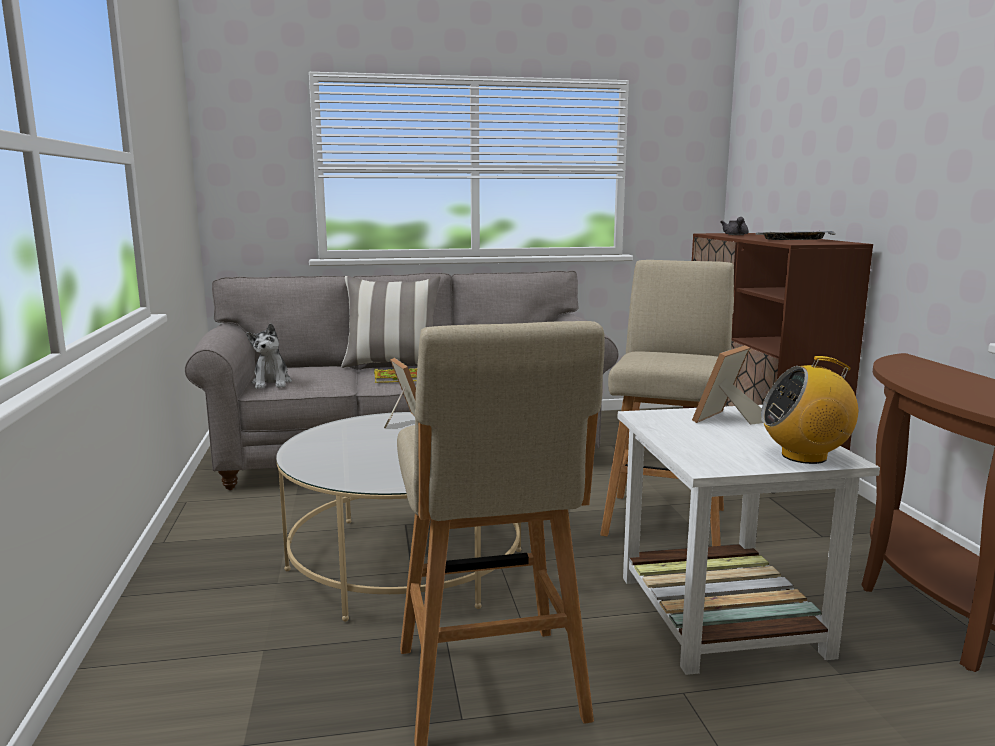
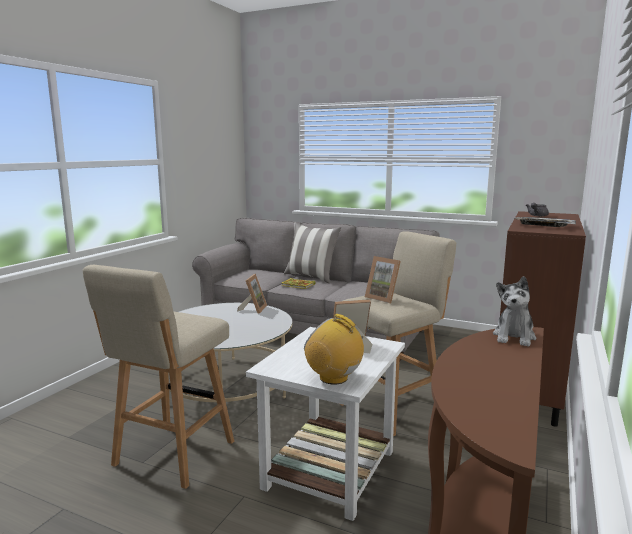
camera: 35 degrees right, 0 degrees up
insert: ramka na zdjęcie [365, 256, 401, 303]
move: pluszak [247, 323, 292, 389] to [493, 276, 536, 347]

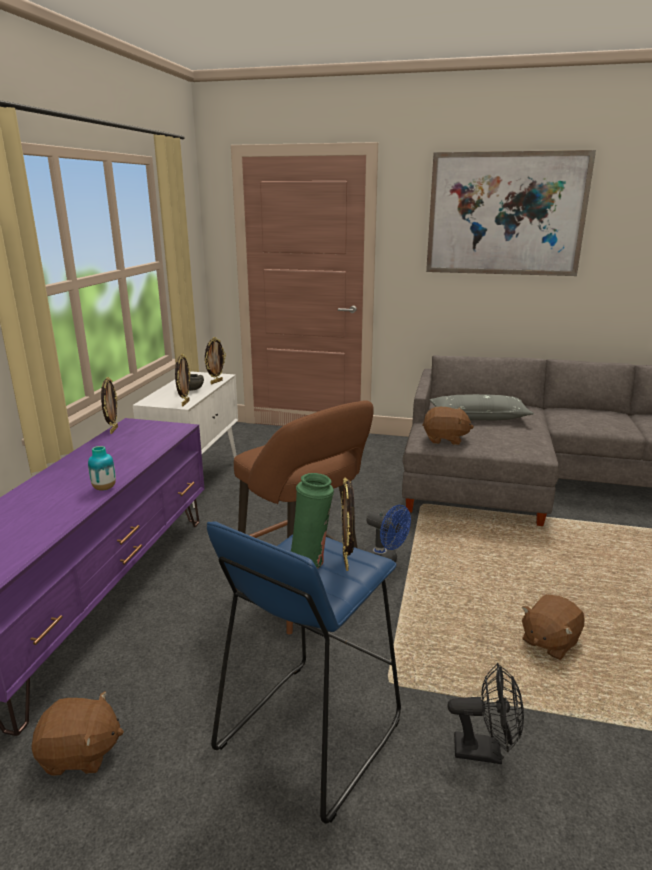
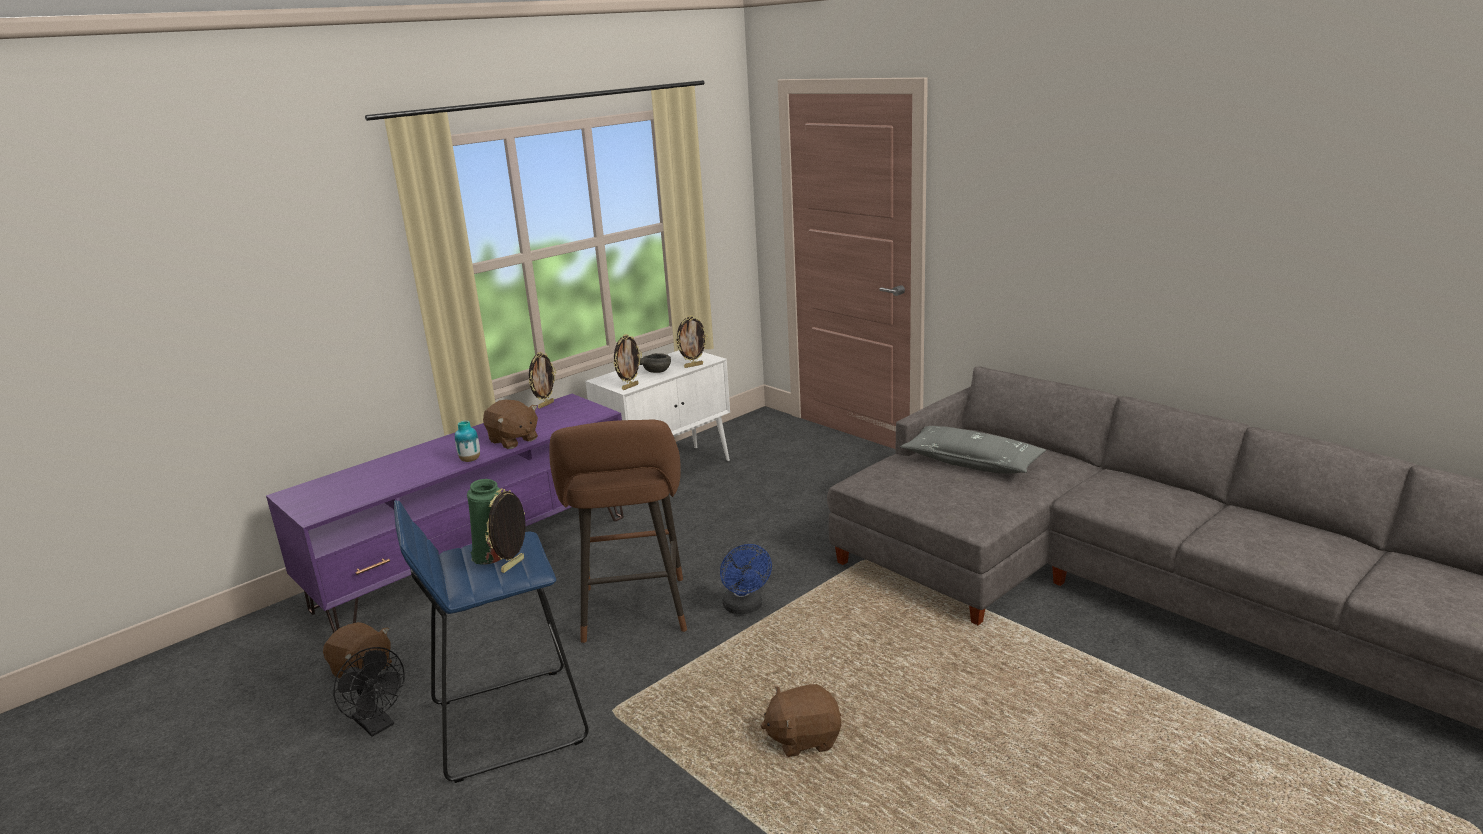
camera: 35 degrees right, 0 degrees up
delete: obraz [426, 150, 596, 276]
move: pluszak/brązowy [422, 407, 474, 445] to [483, 399, 538, 449]; wentylator/czarny [448, 663, 524, 764] to [333, 647, 405, 736]

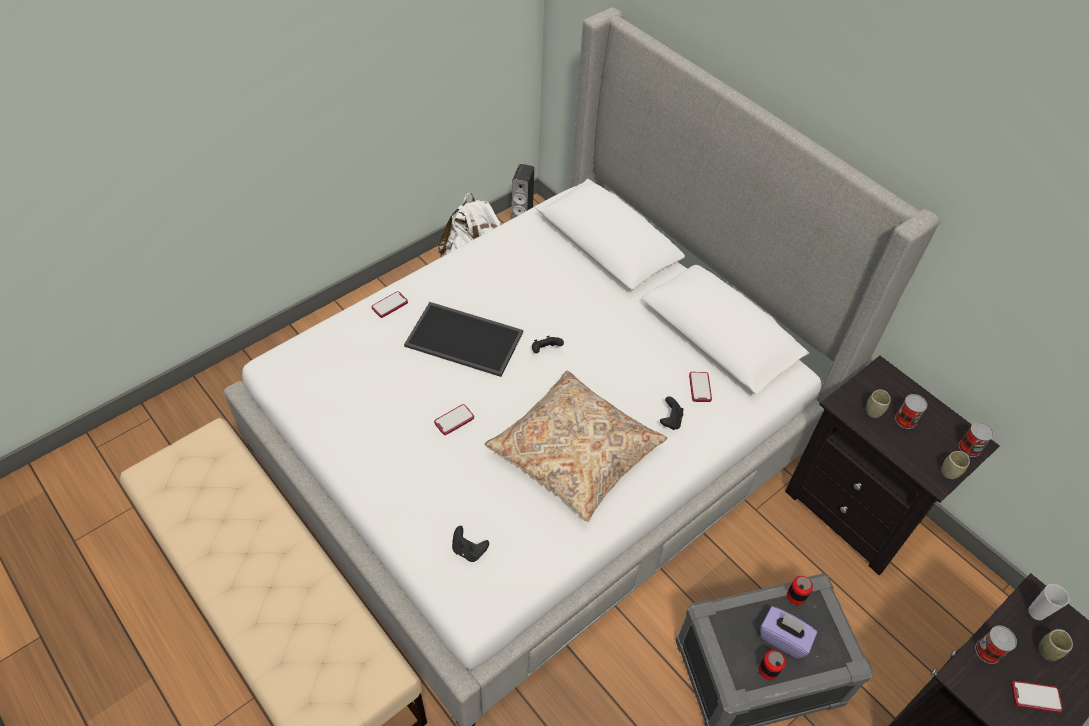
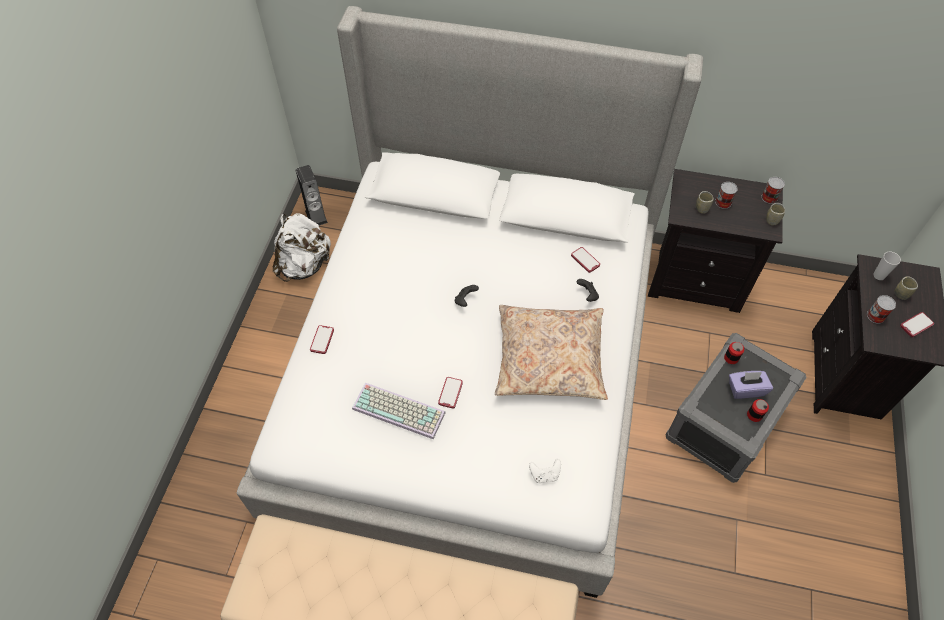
camera: 35 degrees left, 5 degrees up
delete: taca [404, 302, 523, 377]
insert: klawiatura [352, 383, 446, 439]
recolor: pad do gier/czarny [452, 526, 489, 562] to pad do gier/biały [529, 458, 561, 483]

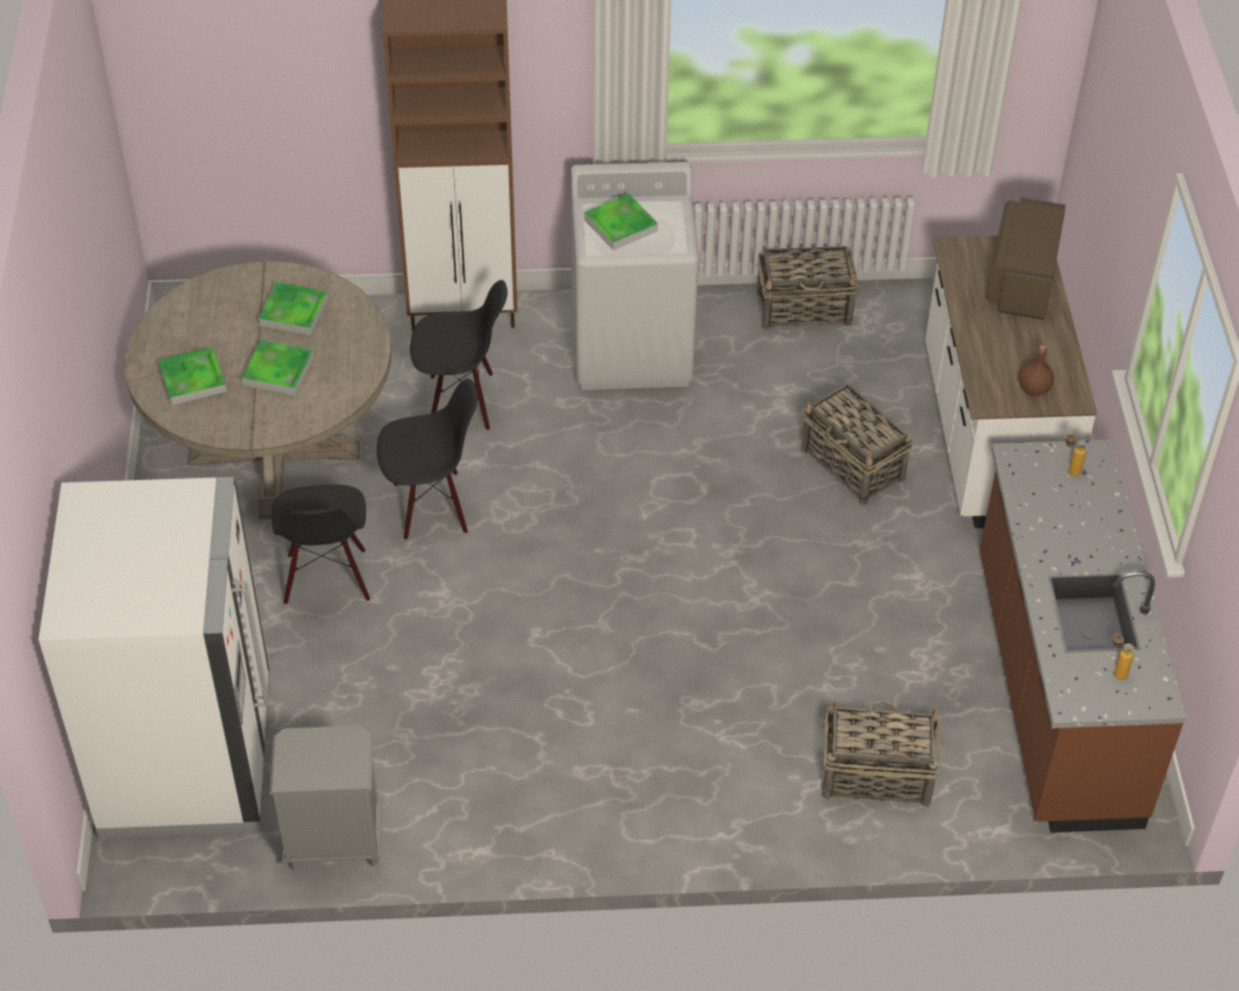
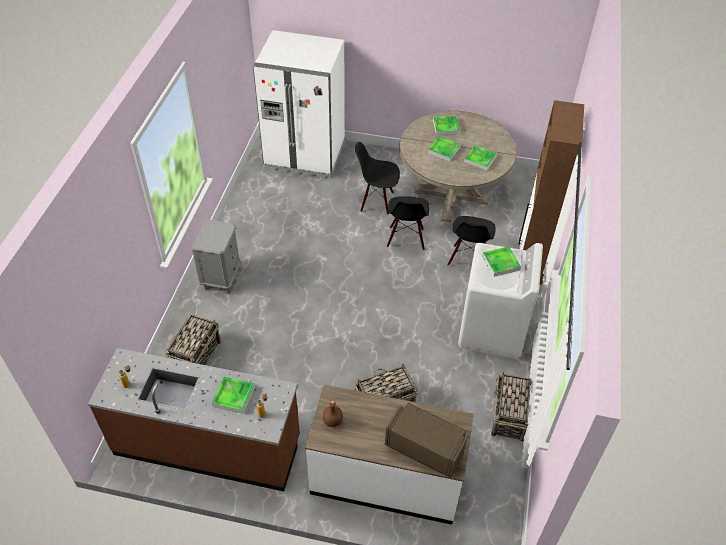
camera: 105 degrees right, 0 degrees up
insert: taca [212, 376, 255, 414]
move: szafka nocna/szary [269, 726, 382, 870] to [192, 219, 241, 294]

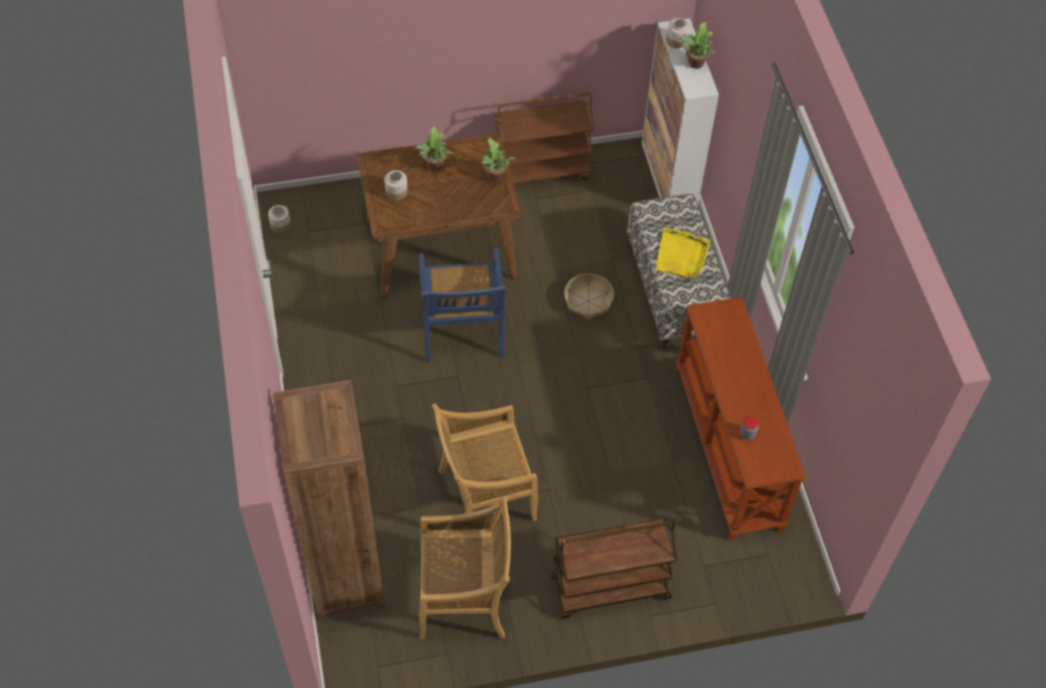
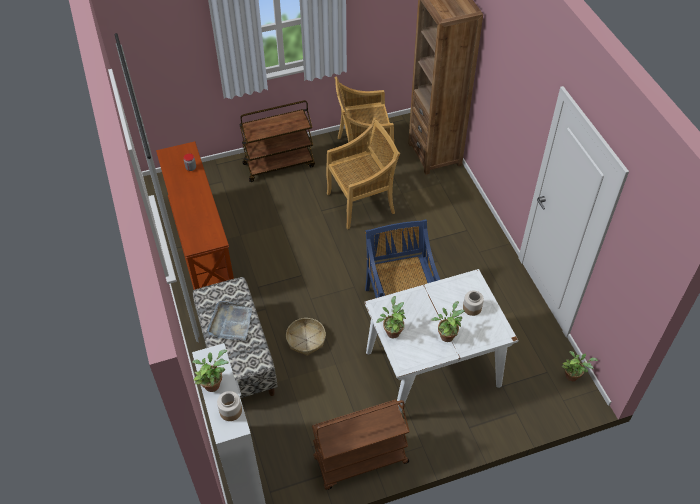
camera: 175 degrees right, 5 degrees down
replace: słoik [268, 205, 291, 233] to roślina doniczkowa [562, 351, 598, 382]
recolor: stół jadalny/brązowy [357, 133, 522, 299] to stół jadalny/biały [364, 269, 519, 412]; taca/żółty [656, 228, 710, 279] to taca/szary [207, 301, 252, 341]

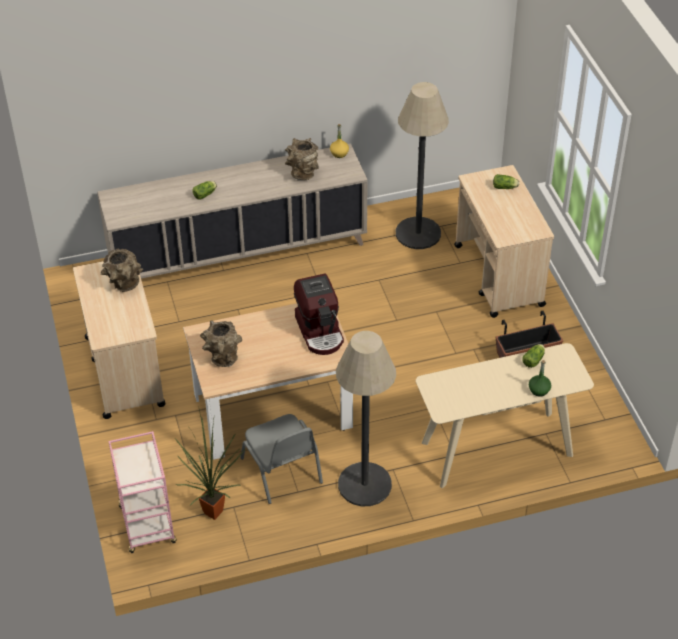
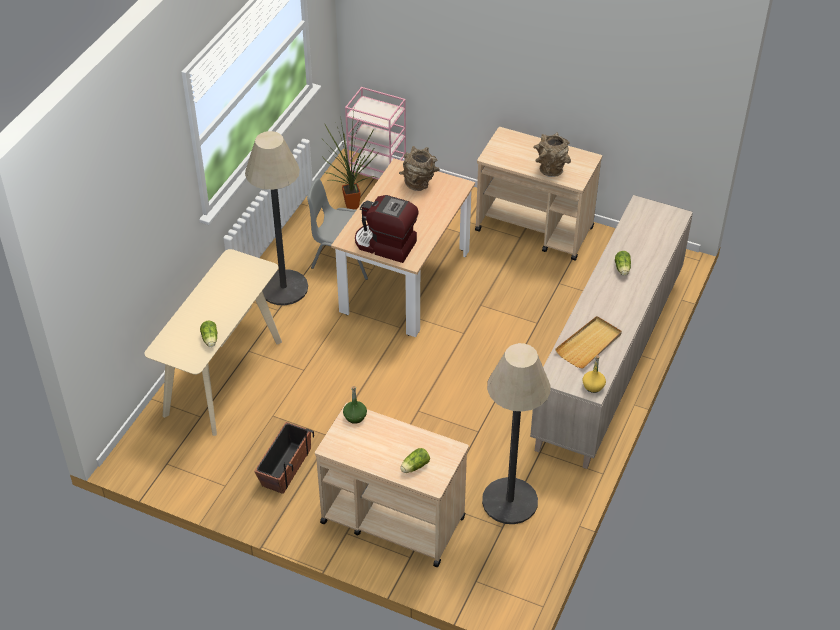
camera: 130 degrees right, 0 degrees up
move: butelka/zielony [529, 360, 551, 397] to [343, 386, 367, 424]
replace: wazon/brązowy [285, 138, 318, 181] to taca/beżowy [555, 316, 622, 368]

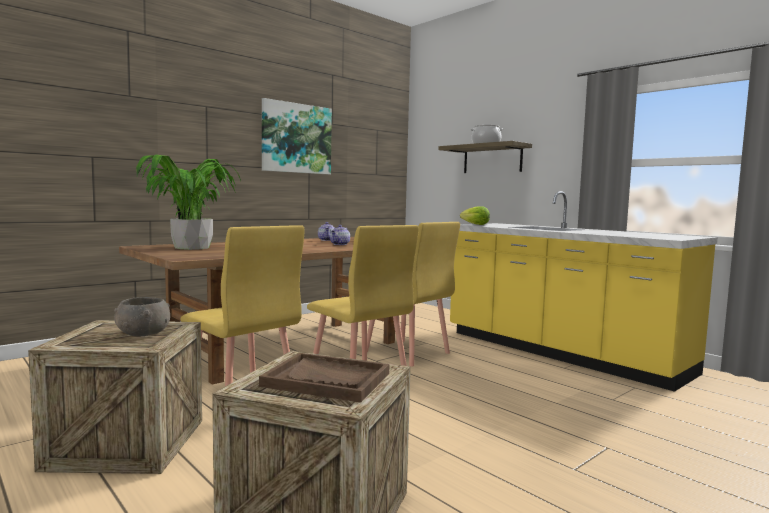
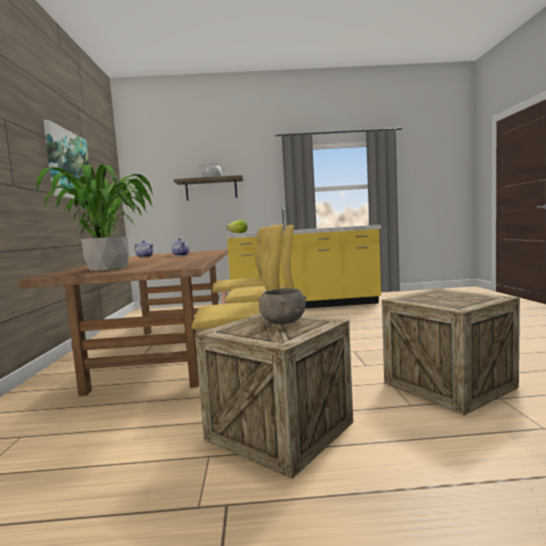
camera: 50 degrees left, 0 degrees up
delete: taca/brązowy [259, 353, 389, 403]

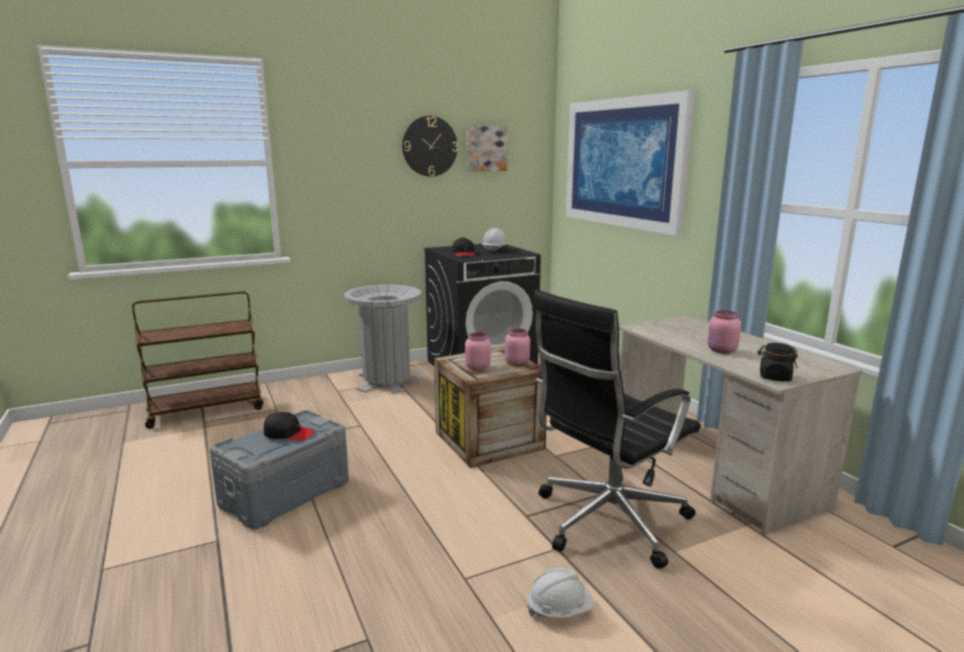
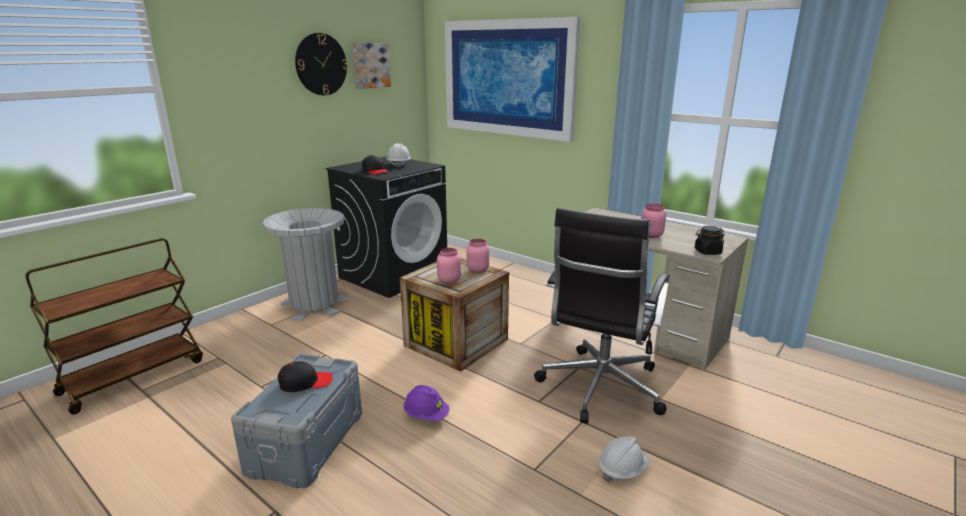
camera: 25 degrees left, 5 degrees up
insert: kask/fioletowy [403, 385, 450, 421]

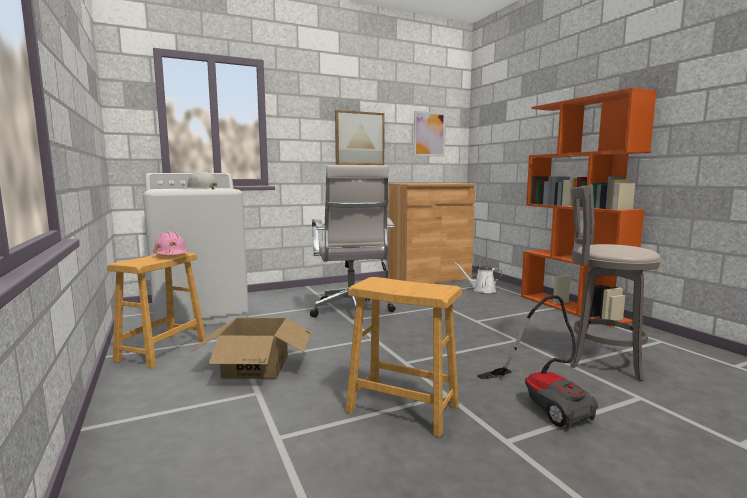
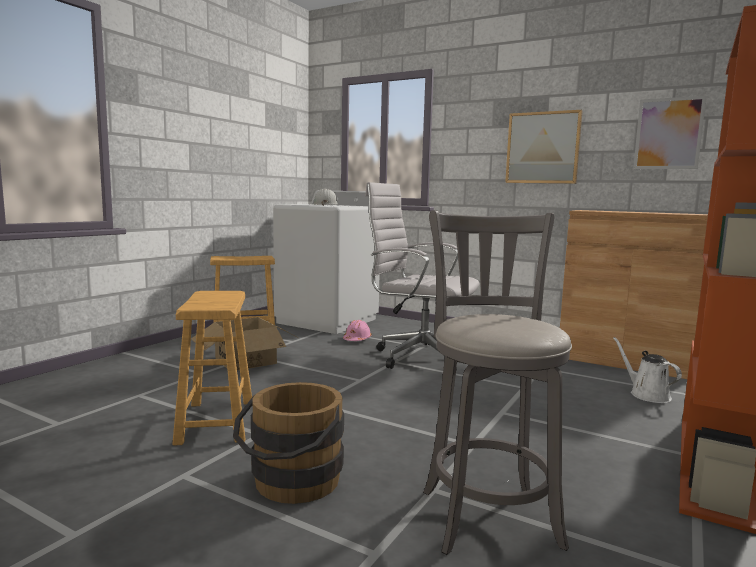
camera: 55 degrees right, 0 degrees up
move: kask/różowy [153, 231, 188, 255] to [343, 320, 372, 341]
replace: odkurzacz [477, 295, 598, 428] to wiadro/brązowy [233, 382, 344, 504]
rotate: krzesło biurowe/biały [310, 165, 396, 318] = [365, 182, 479, 371] 75 degrees clockwise

